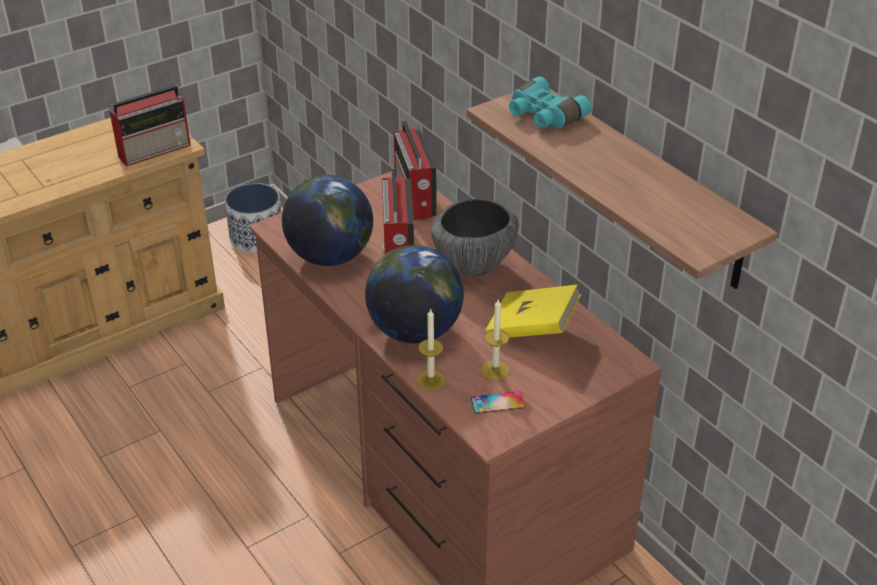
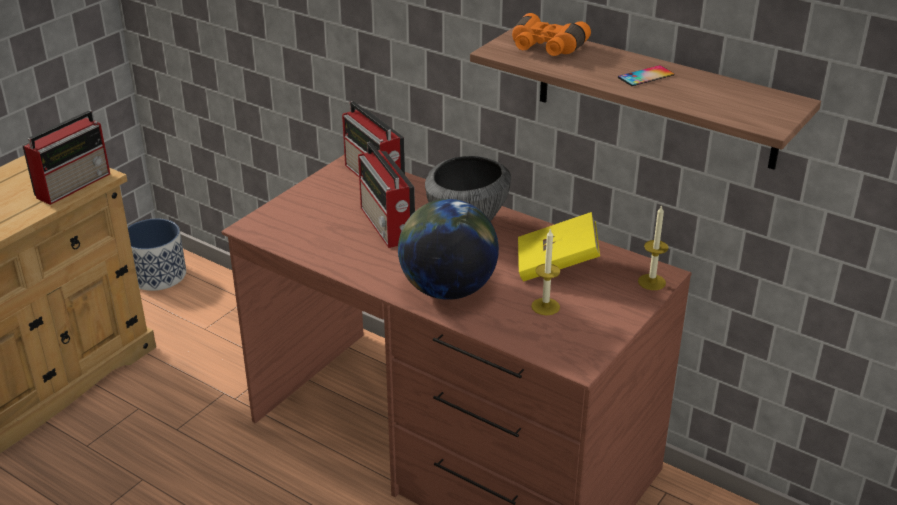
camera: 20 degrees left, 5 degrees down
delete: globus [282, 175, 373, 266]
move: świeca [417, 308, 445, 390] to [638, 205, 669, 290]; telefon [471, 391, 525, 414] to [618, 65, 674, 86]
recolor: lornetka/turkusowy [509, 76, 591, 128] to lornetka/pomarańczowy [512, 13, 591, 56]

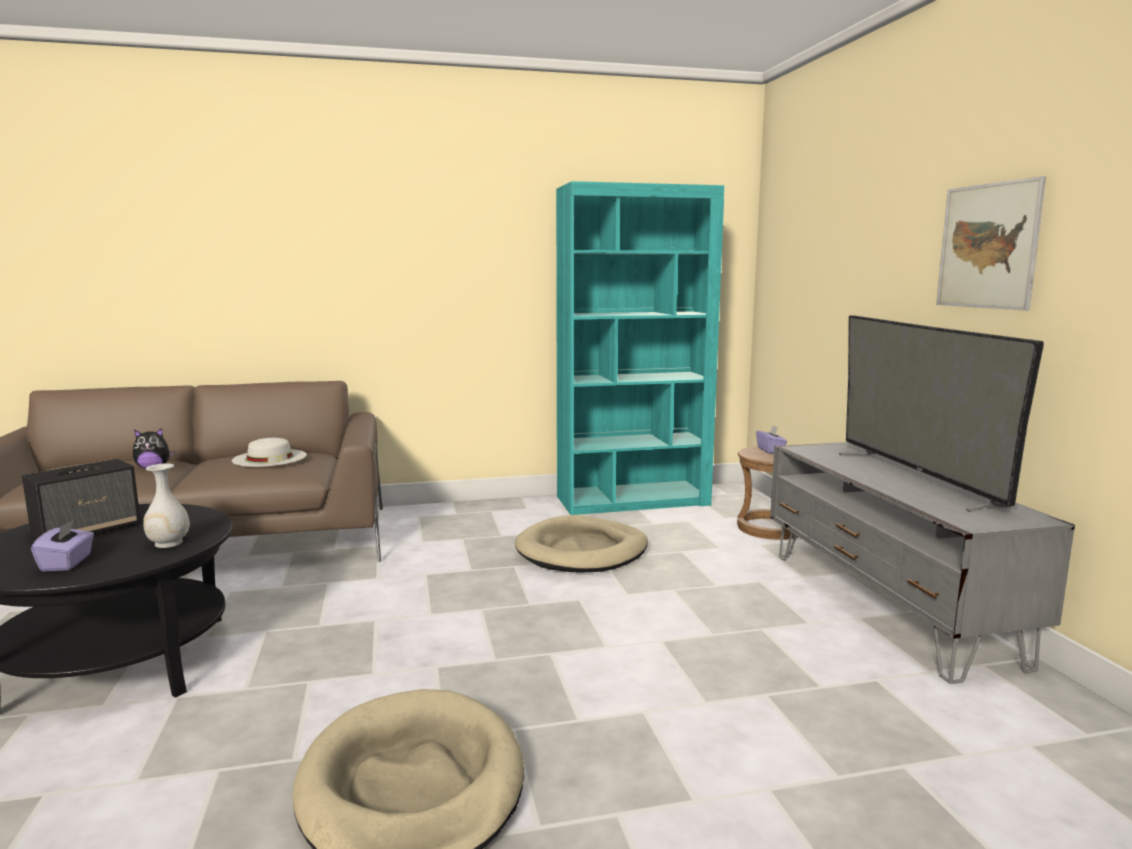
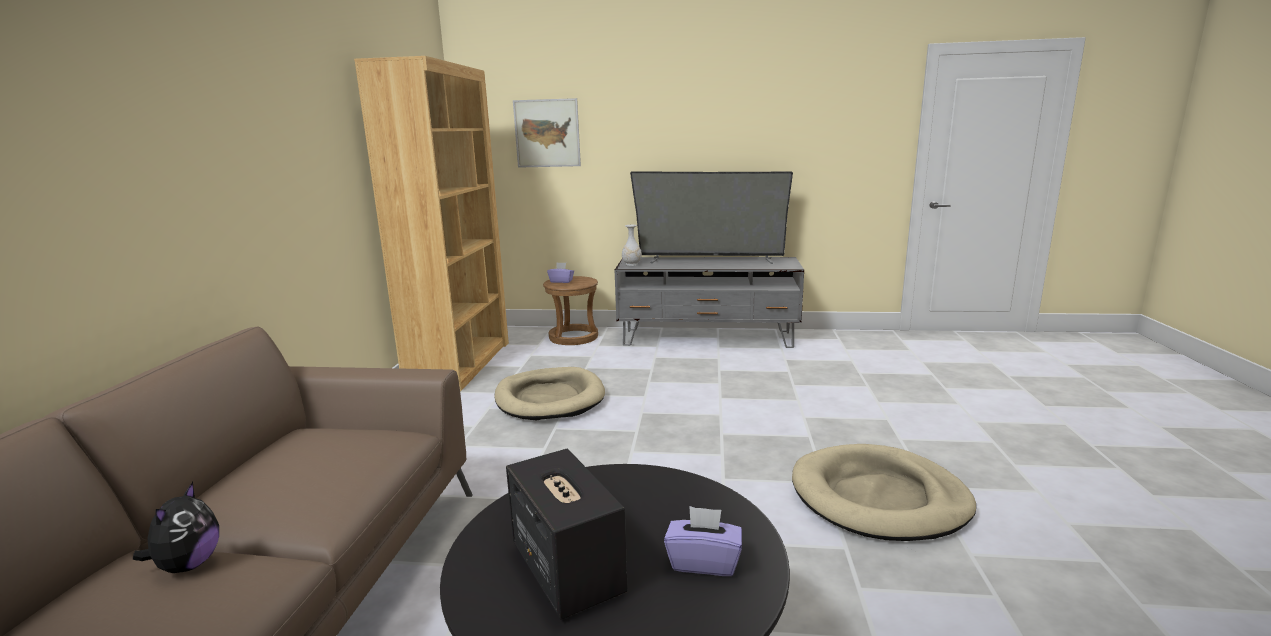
camera: 70 degrees left, 5 degrees up
delete: kapelusz/biały [232, 438, 307, 467]
move: wazon/biały [143, 463, 190, 548] to [622, 225, 642, 266]; obraz [936, 176, 1046, 311] to [513, 98, 581, 168]
recolor: regał/turkusowy [556, 181, 724, 515] to regał/brązowy [354, 56, 509, 391]

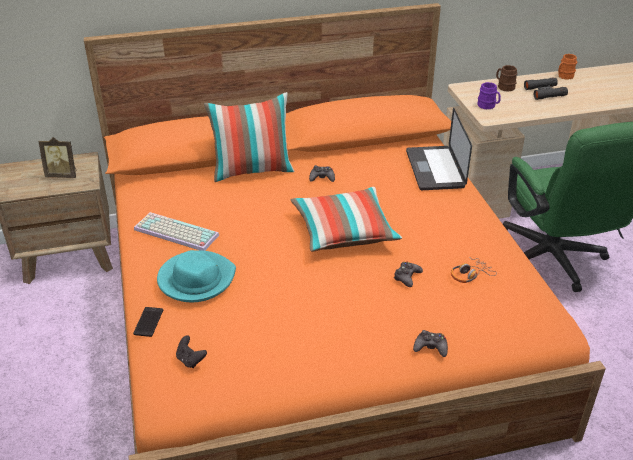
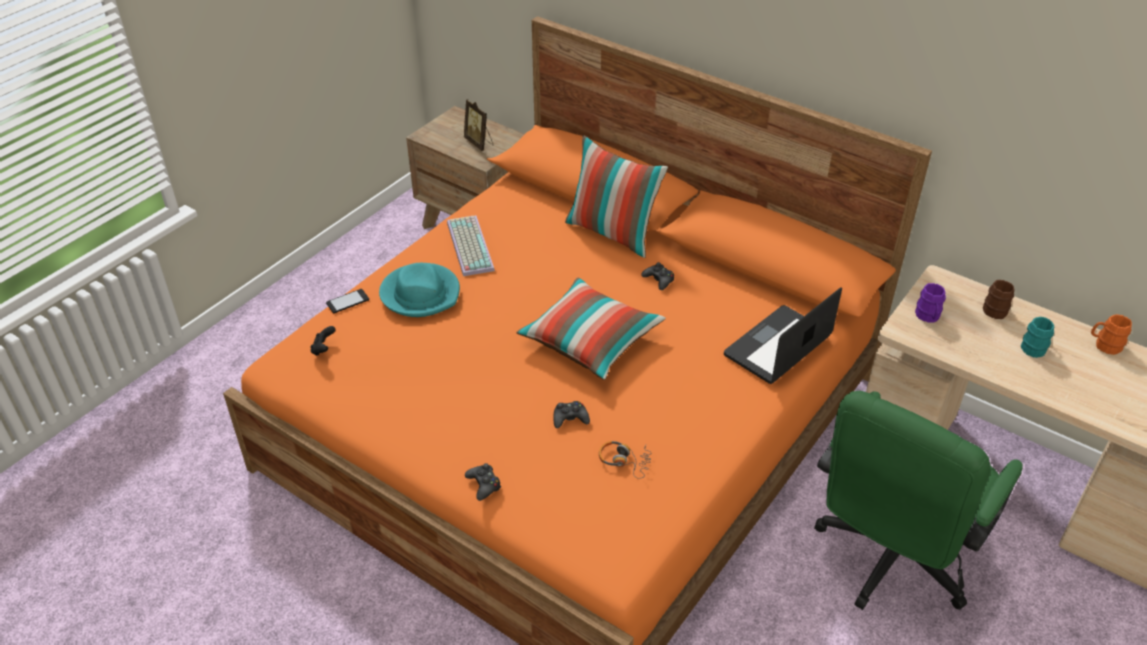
camera: 50 degrees right, 5 degrees up
replace: lornetka/czarny [524, 77, 568, 100] to kubek/turkusowy [1021, 317, 1055, 358]

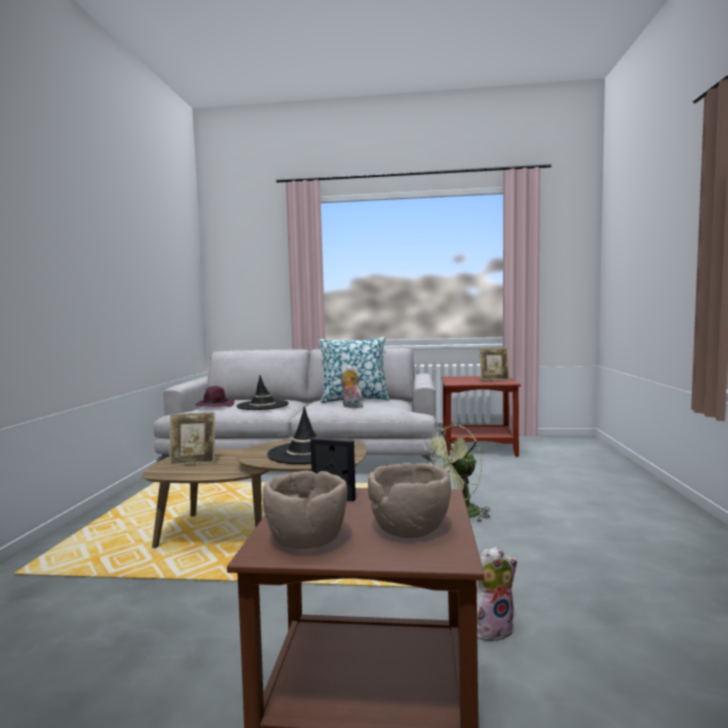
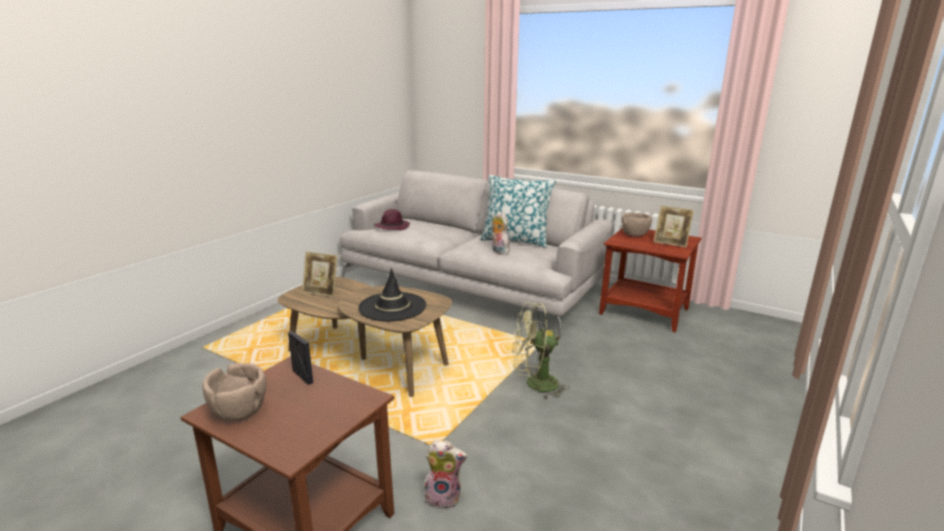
camera: 25 degrees right, 15 degrees up
delete: kapelusz/czarny [236, 375, 289, 410]
move: miska/brązowy [368, 463, 451, 538] to [622, 212, 652, 236]

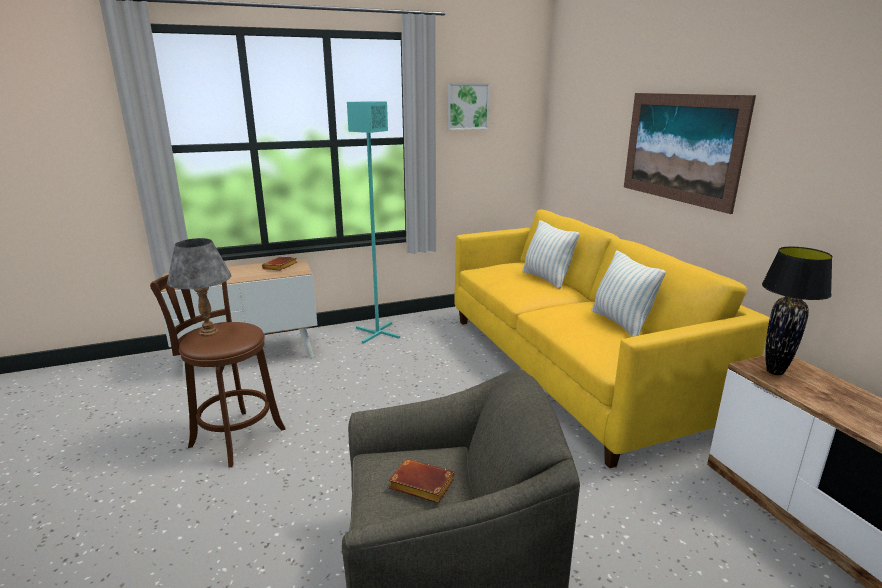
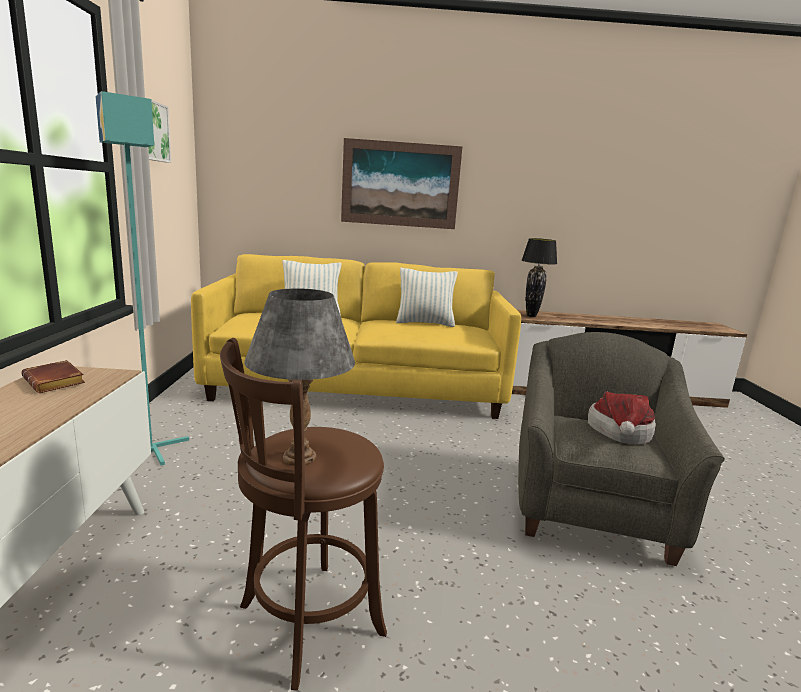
camera: 70 degrees left, 5 degrees down
replace: książka/brązowy [389, 459, 455, 503] to kapelusz [588, 391, 656, 444]

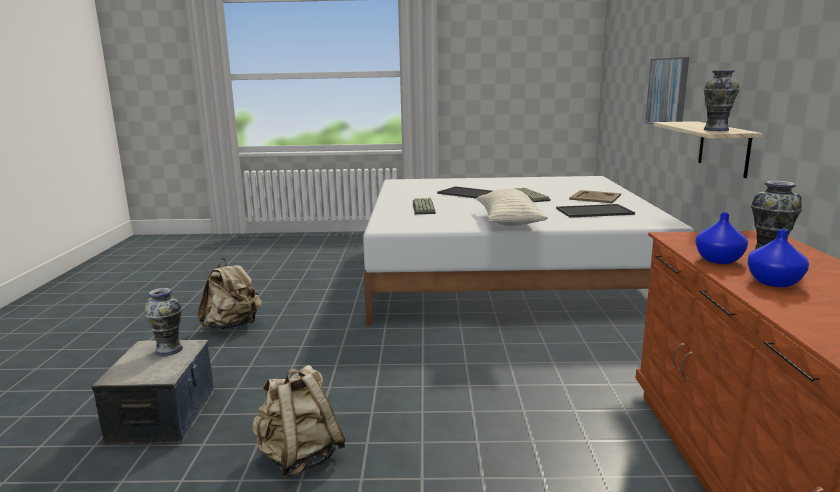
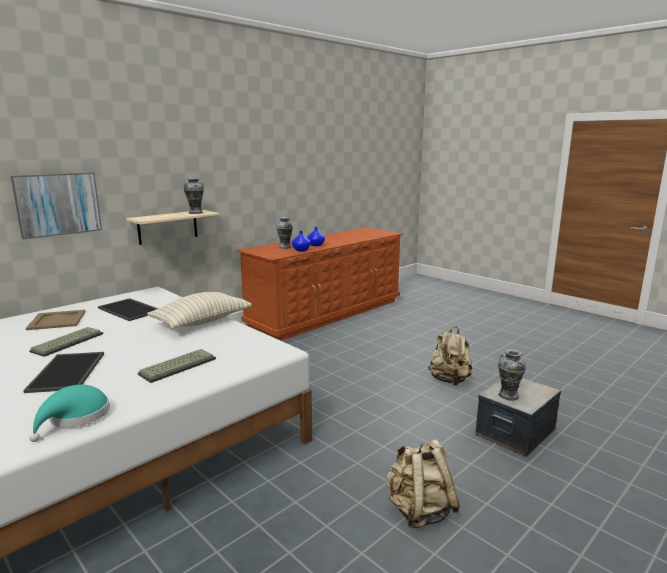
camera: 135 degrees left, 0 degrees up
insert: kapelusz/turkusowy [29, 385, 110, 442]

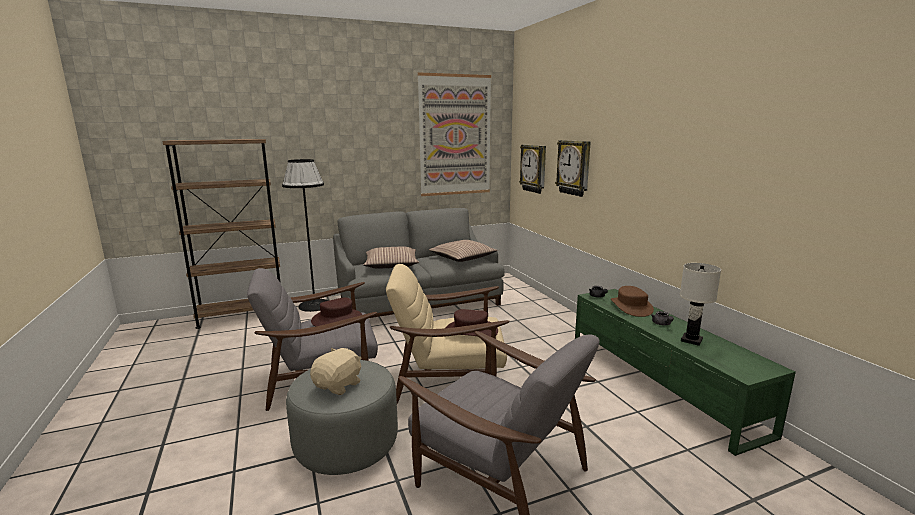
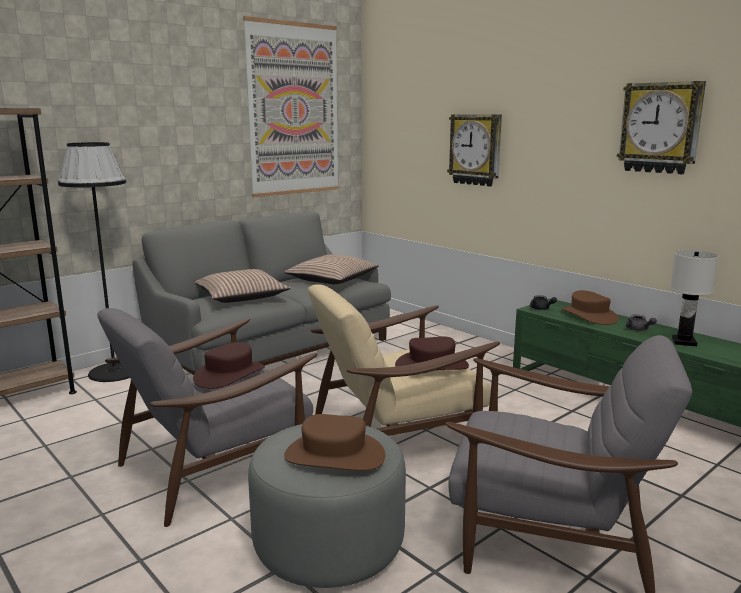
camera: 20 degrees left, 0 degrees up
move: zegar ścienny [519, 145, 546, 194] to [617, 81, 706, 174]
replace: pluszak/beżowy [310, 348, 362, 395] to kapelusz/brązowy [284, 414, 385, 471]

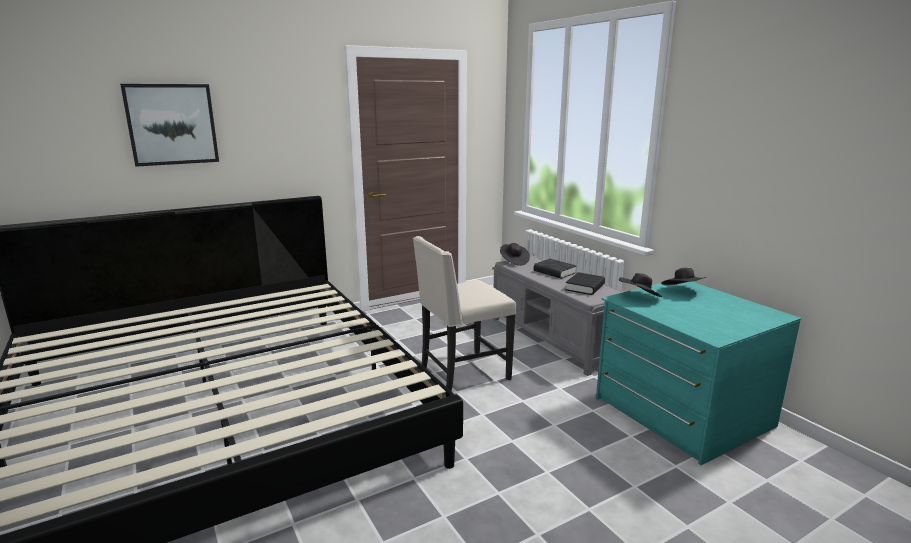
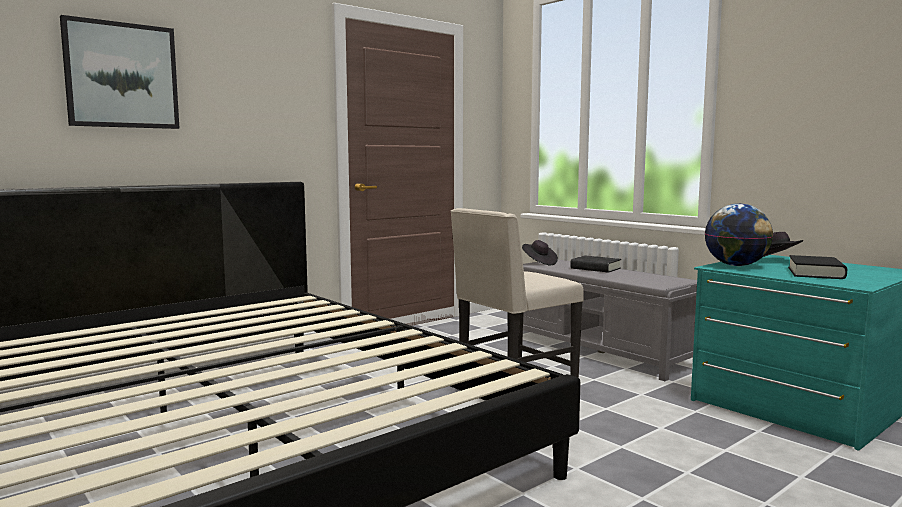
camera: 10 degrees left, 10 degrees down
move: książka/czarny [565, 272, 605, 295] to [788, 255, 847, 279]
replace: kapelusz/czarny [619, 273, 662, 297] to globus [705, 204, 773, 266]

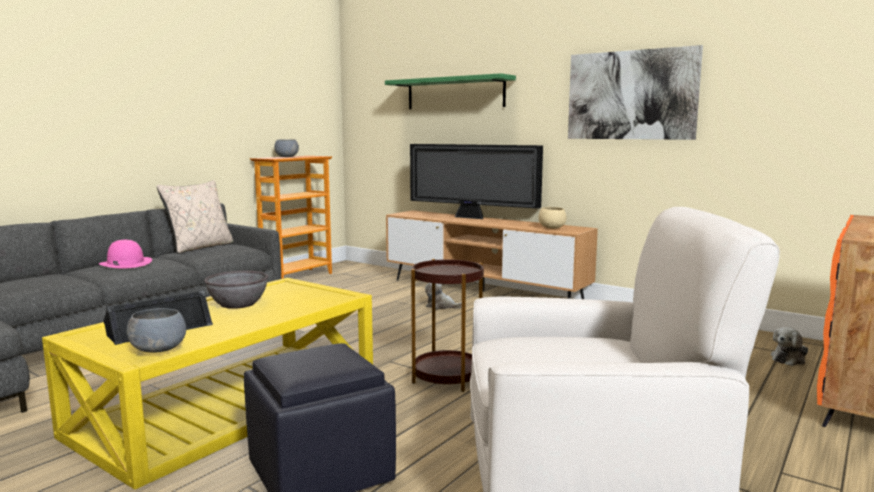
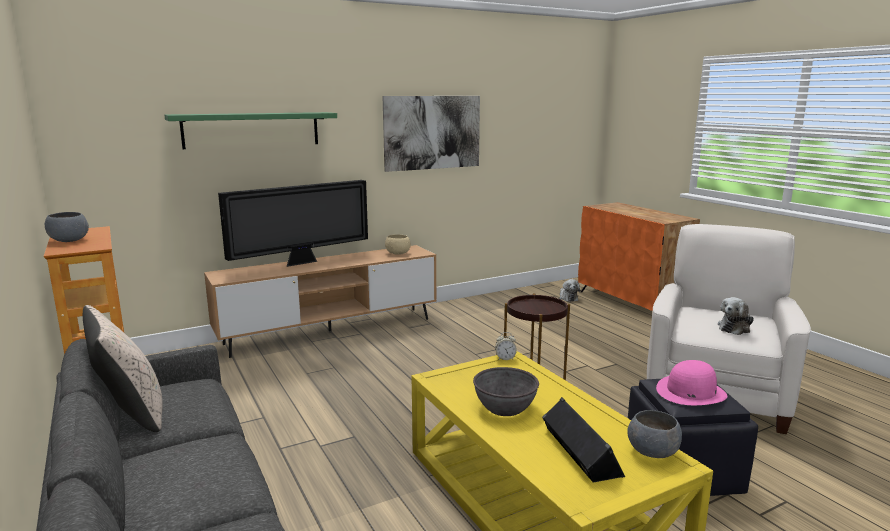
camera: 65 degrees left, 5 degrees up
insert: budzik [495, 332, 517, 360]
move: kapelusz/różowy [99, 240, 152, 269] to [656, 360, 727, 405]; pluszak [425, 283, 462, 309] to [718, 297, 754, 335]

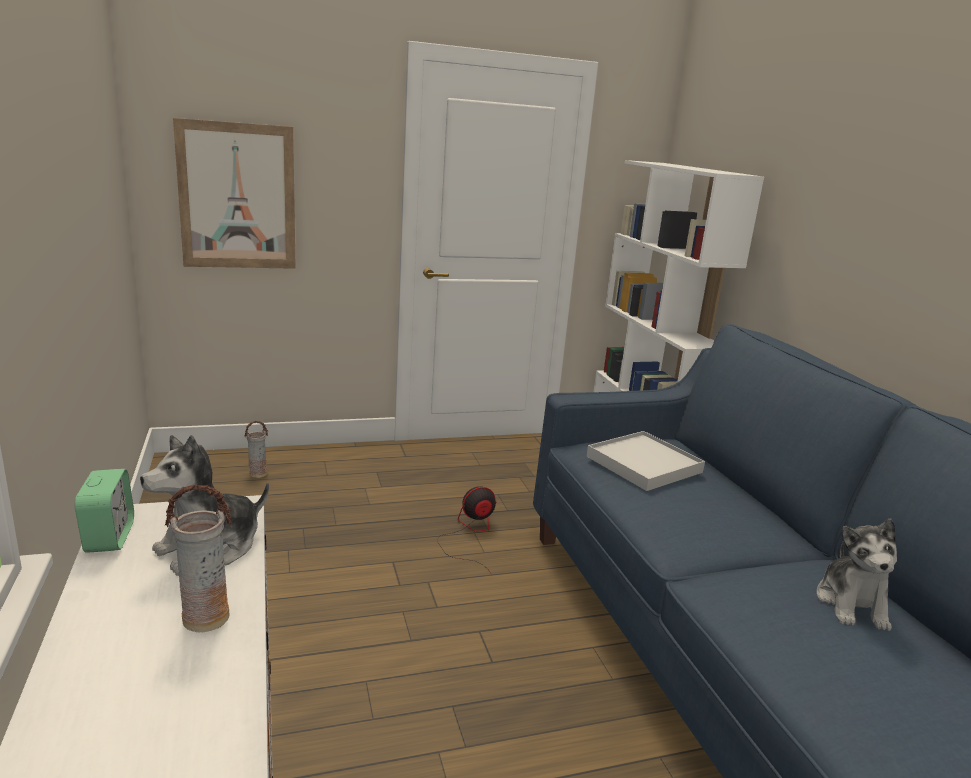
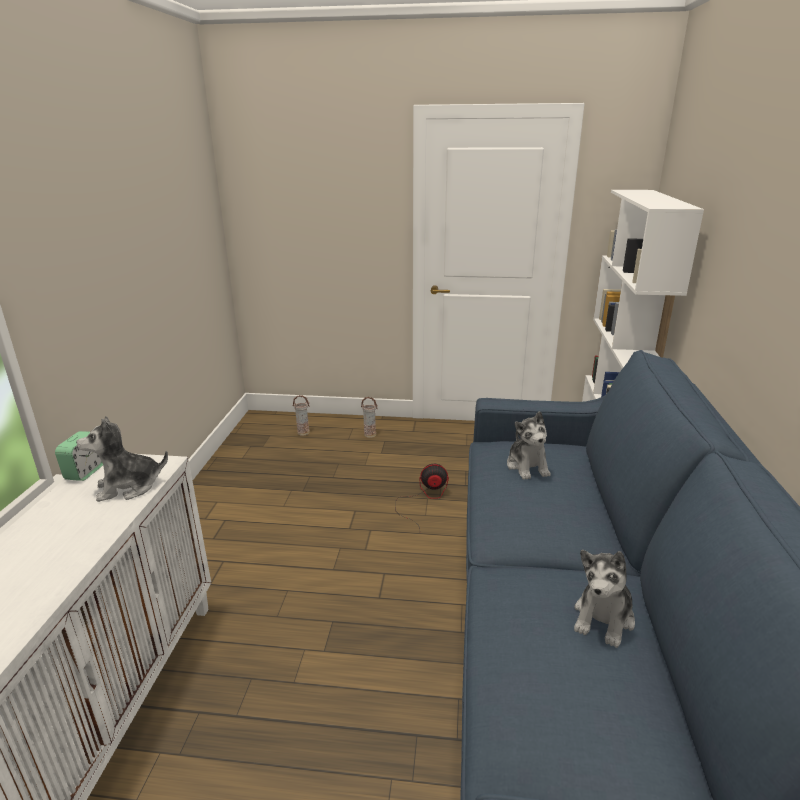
camera: 25 degrees right, 5 degrees up
delete: obraz [173, 118, 296, 269]
move: wazon [165, 484, 232, 632] to [361, 397, 378, 438]
replace: taca/biały [586, 431, 705, 491] to pluszak [507, 411, 551, 480]

